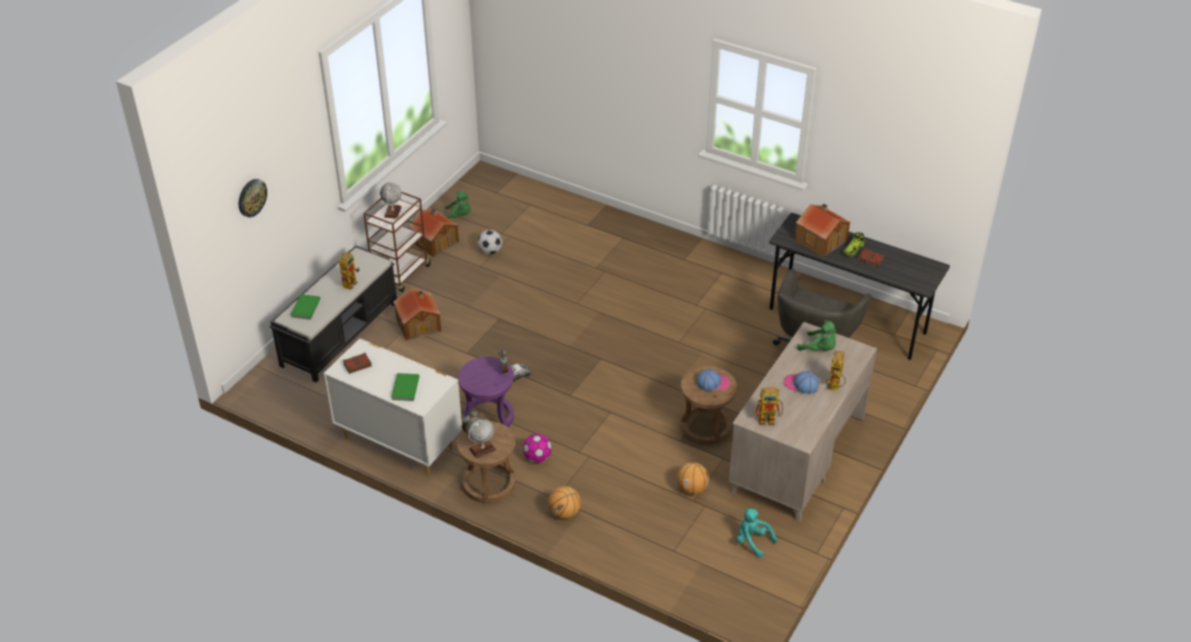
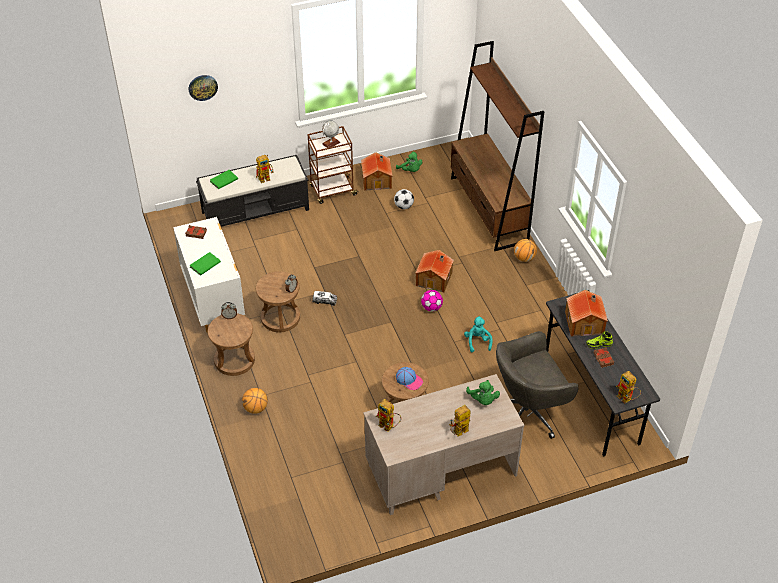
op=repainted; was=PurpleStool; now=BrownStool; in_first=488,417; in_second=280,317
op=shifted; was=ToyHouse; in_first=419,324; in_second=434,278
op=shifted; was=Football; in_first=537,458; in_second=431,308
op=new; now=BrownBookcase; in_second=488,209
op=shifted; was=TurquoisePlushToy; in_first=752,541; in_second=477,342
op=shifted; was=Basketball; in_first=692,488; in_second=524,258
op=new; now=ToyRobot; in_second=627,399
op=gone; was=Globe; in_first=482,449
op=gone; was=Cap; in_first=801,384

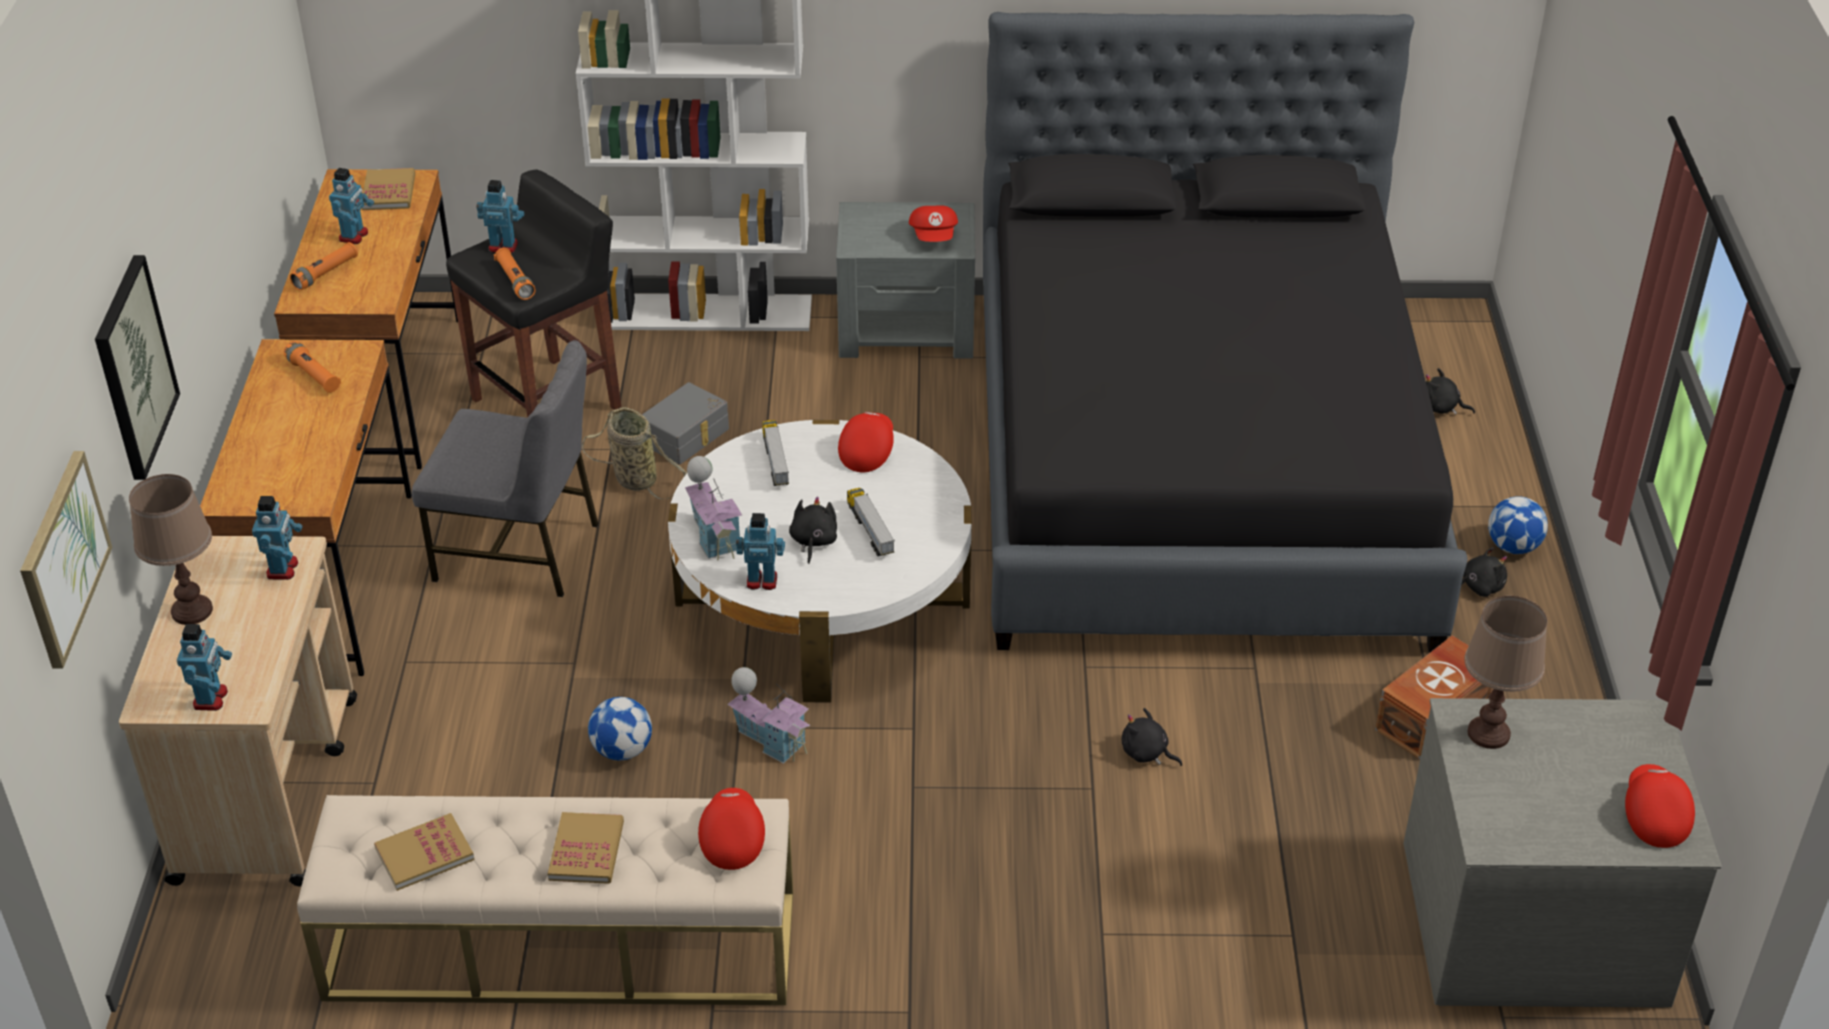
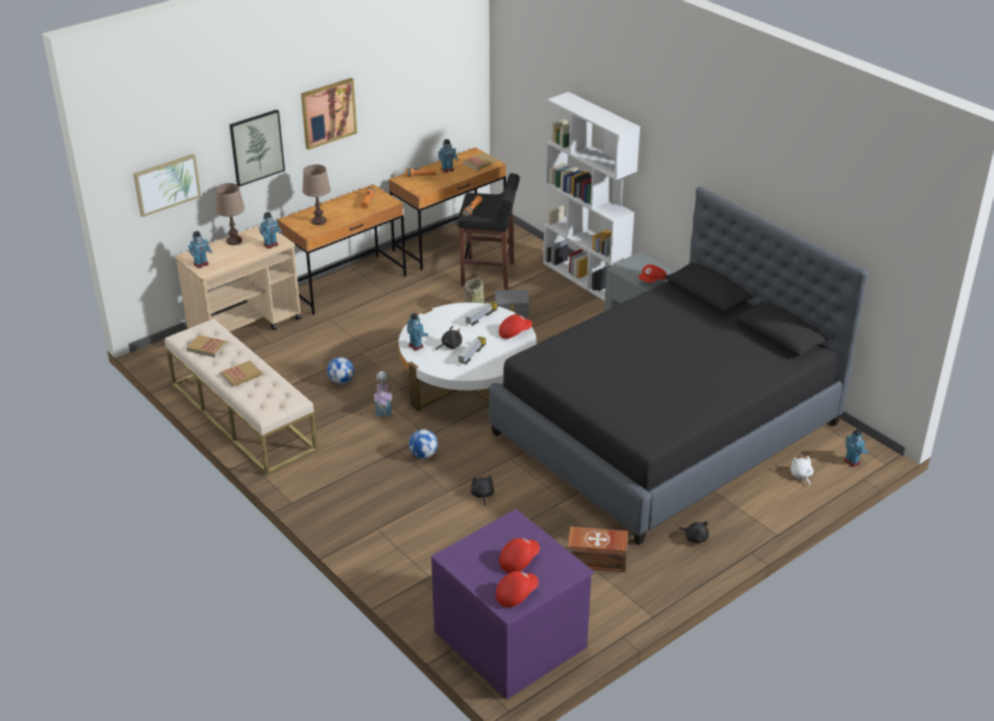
op=new; now=Picture; in_second=328,113
op=shifted; was=BrownTableLamp; in_first=1489,734; in_second=319,221
op=shifted; was=Football; in_first=1512,546; in_second=423,455
op=repainted; was=GreyDresser; now=PurpleDresser; in_first=1532,918; in_second=512,637
op=shifted; was=RedCap; in_first=731,838; in_second=518,560
op=repainted; was=BlackPlushToy; now=WhitePlushToy; in_first=1441,407; in_second=801,476
op=shifted; was=ToyRobot; in_first=503,246; in_second=852,461
op=gone; was=GreyChair; in_first=520,551
op=gone; was=ToyHouse; in_first=714,536

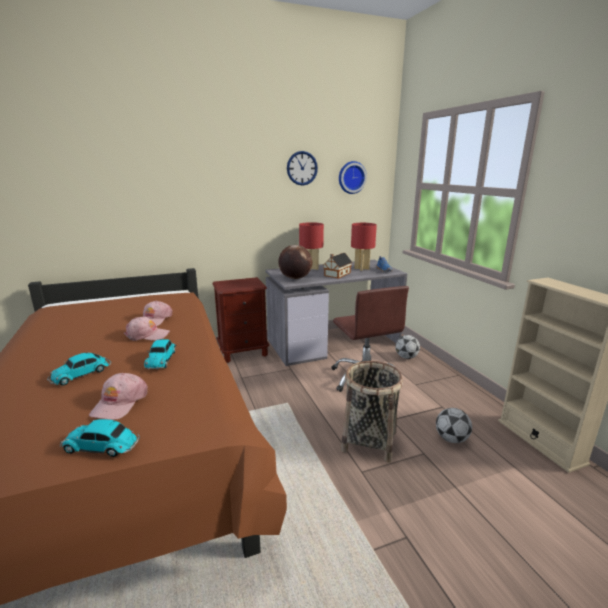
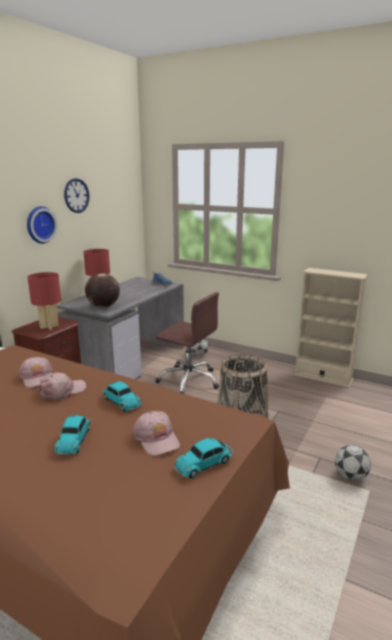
op=shifted; was=WallClock; in_first=351,177; in_second=39,224
op=shifted; was=RedTableLamp; in_first=362,268; in_second=49,327
op=shifted; was=Football; in_first=451,439; in_second=350,476
op=gone; was=ToyHouse; in_first=336,274

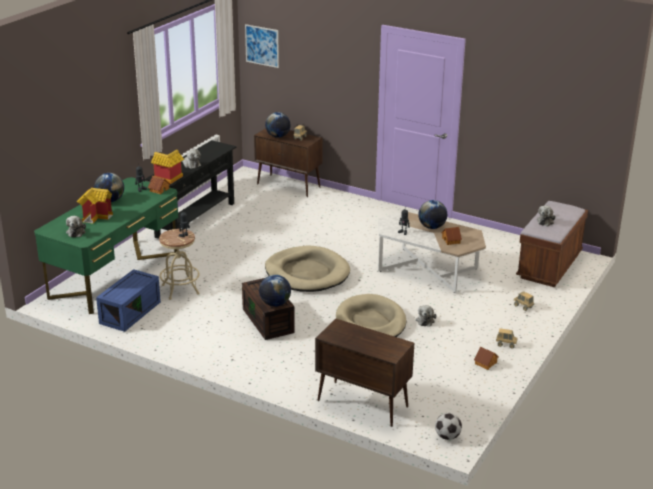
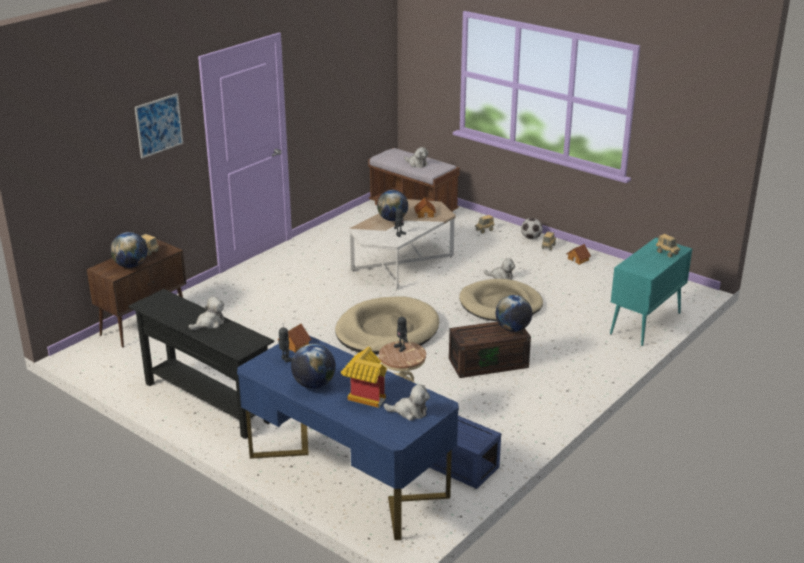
op=shifted; was=Picture; in_first=262,46; in_second=159,125
op=repainted; was=GreenDesk; now=BlueDesk; in_first=115,275; in_second=347,475
op=shifted; was=Football; in_first=447,437; in_second=531,238
op=repainted; was=BrownCabinet; now=TurquoiseCabinet; in_first=361,403; in_second=645,324
op=new; now=ToyTruck; in_second=667,253
op=gone; was=ToyHouse; in_first=168,179

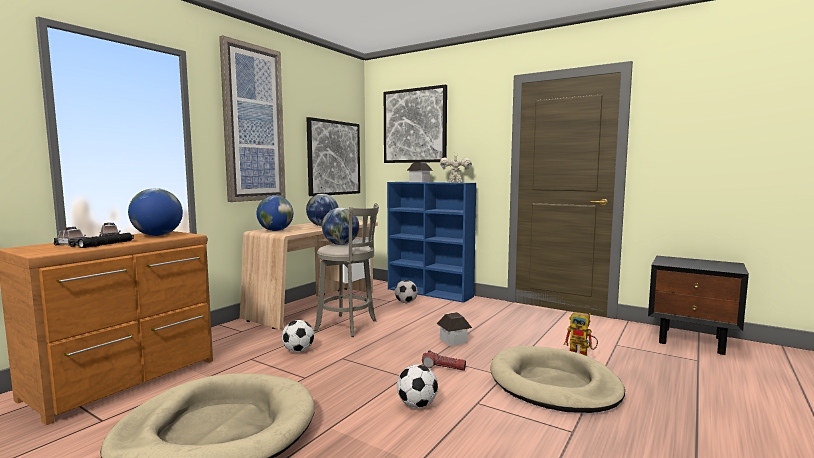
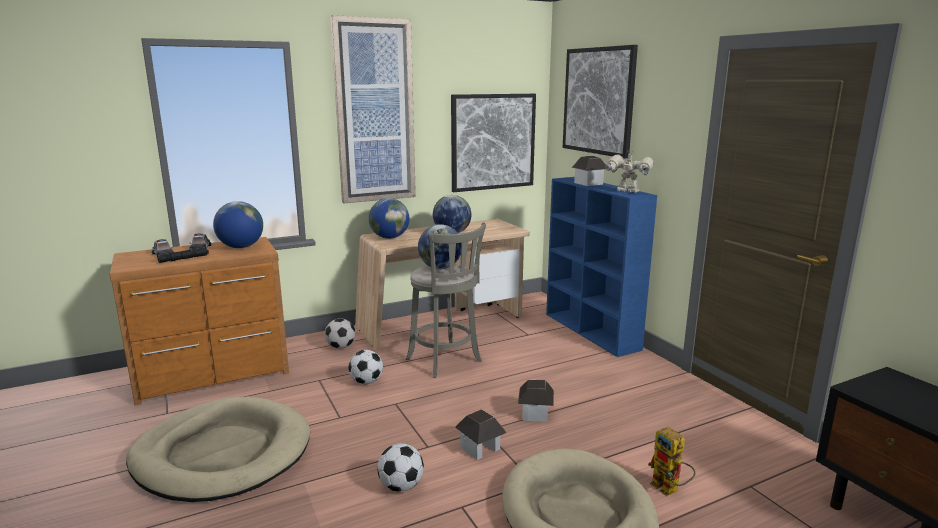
op=shifted; was=Football; in_first=406,302; in_second=341,347
op=swapped; was=Flashlight; now=ToyHouse; in_first=443,367; in_second=480,448

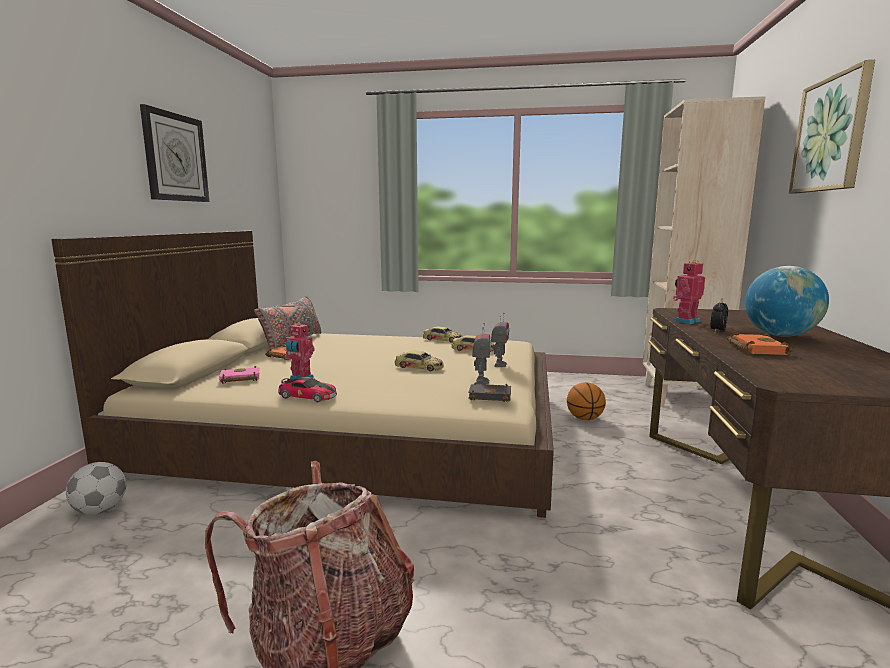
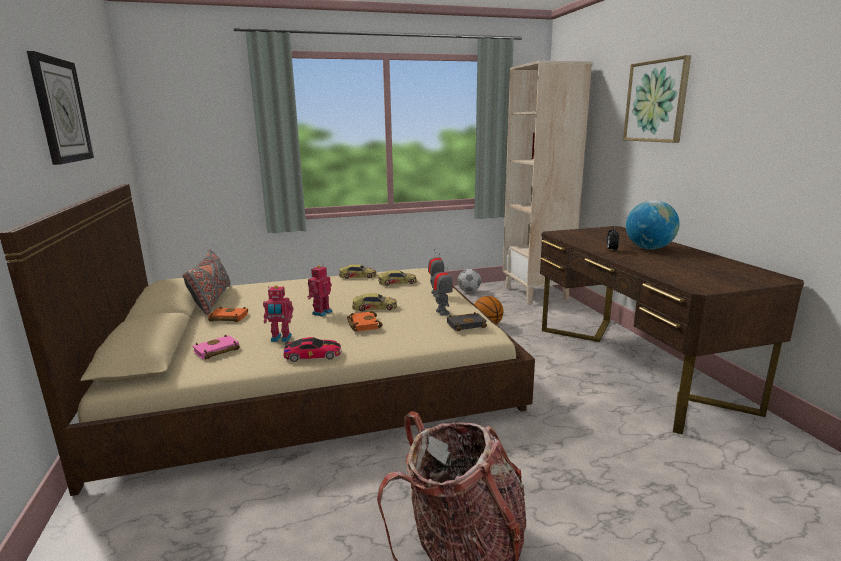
op=shifted; was=ToyRobot; in_first=685,321; in_second=321,312
op=shifted; was=OrangeBook; in_first=754,349; in_second=362,324
op=shifted; was=Football; in_first=100,510; in_second=469,291

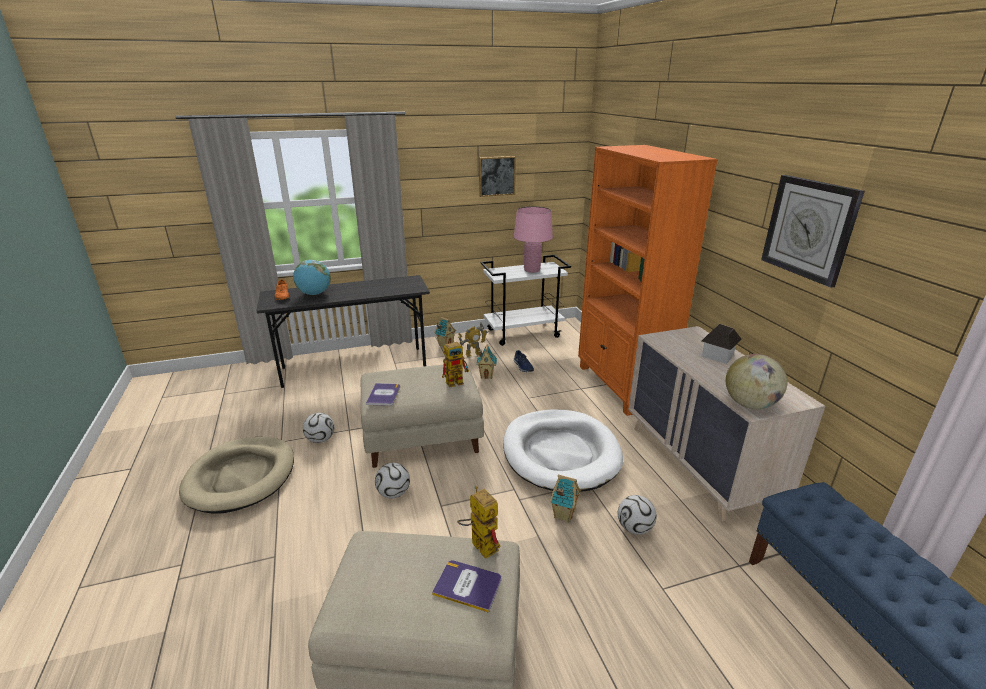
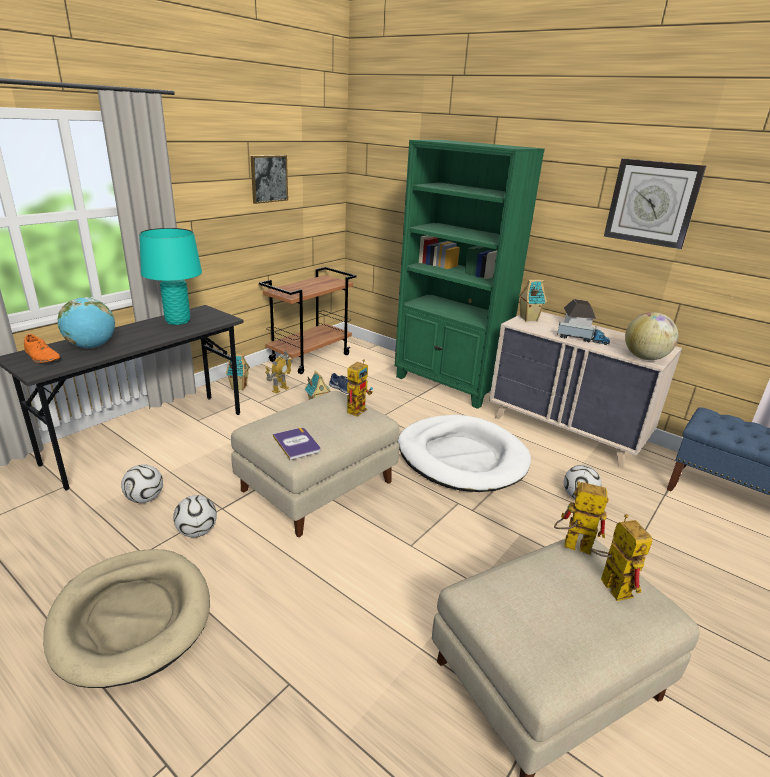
op=shifted; was=Football; in_first=393,493; in_second=145,498
op=new; now=TurquoiseTableLamp; in_second=177,321
op=repainted; was=WhiteCart; now=BrownCart; in_first=523,333; in_second=310,357
op=repainted; was=OrangeBookcase; now=GreenBookcase; in_first=621,386; in_second=448,385
op=shifted; was=ToyHouse; in_first=563,514; in_second=528,319
op=new; now=ToyTruck; in_second=582,339
op=swapped; was=Book; now=ToyRobot; in_first=468,586; in_second=609,583
op=gone; was=PinkTableLamp; in_first=532,270

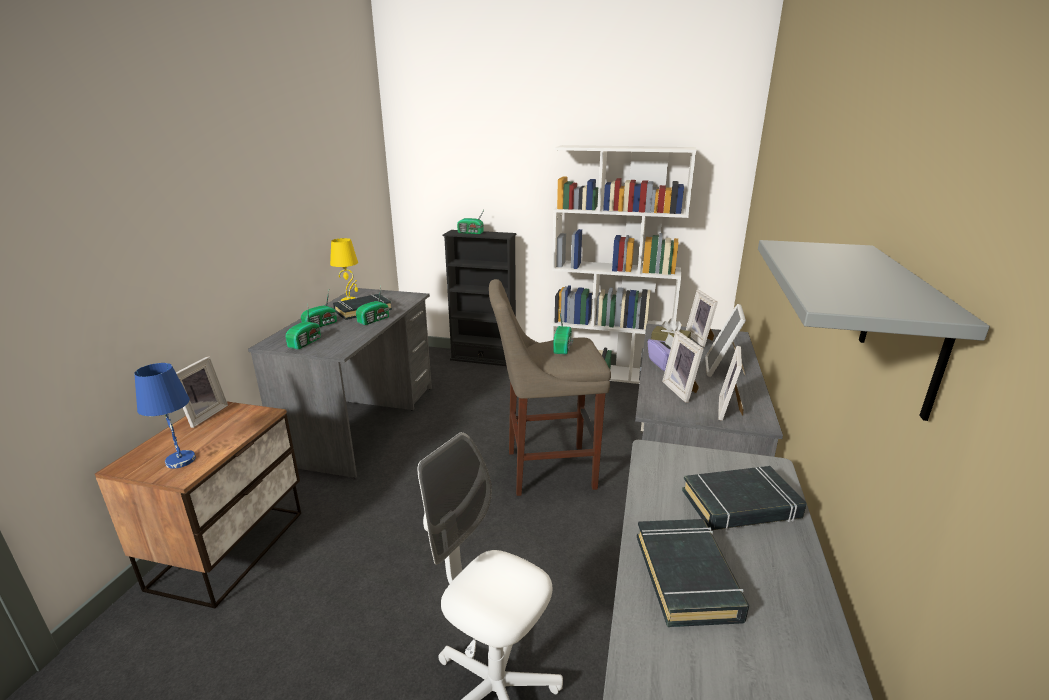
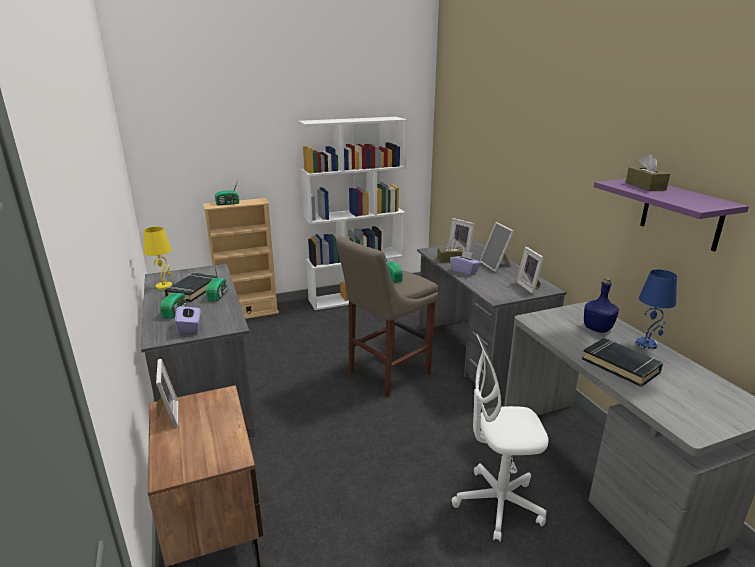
op=swapped; was=Radio; now=PurpleTissueBox; in_first=306,342; in_second=190,328
op=repainted; was=BlackBookcase; now=BeigeBookcase; in_first=483,359; in_second=248,314
op=swapped; was=BlackBook; now=BlueBottle; in_first=741,505; in_second=598,328
op=repainted; was=GreyShelf; now=PurpleShelf; in_first=903,327; in_second=681,214
op=new; now=BrownTissueBox; in_second=645,186
op=shifted; was=BlueTableLamp; in_first=181,460; in_second=647,344
op=gone; was=PictureFrame; in_first=682,391

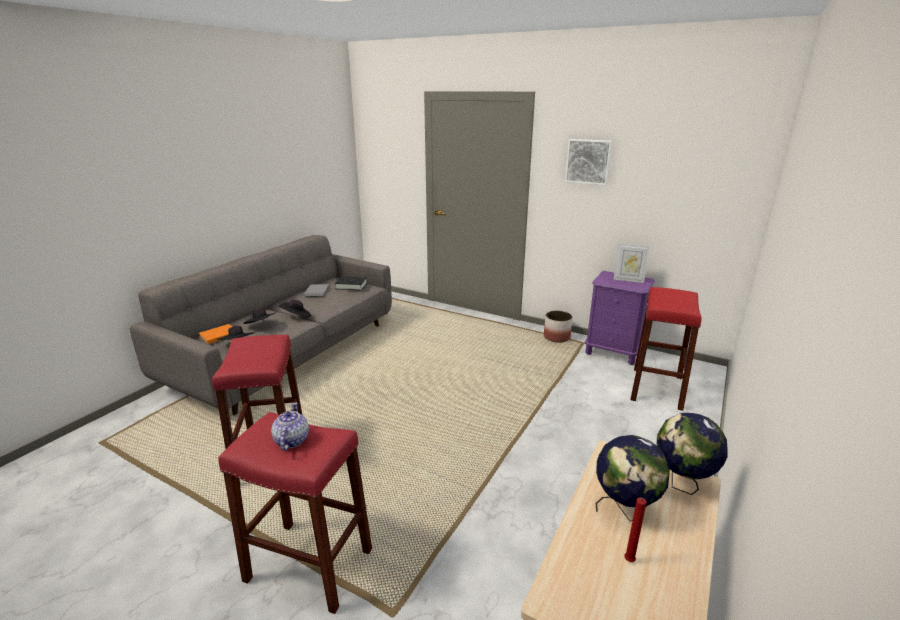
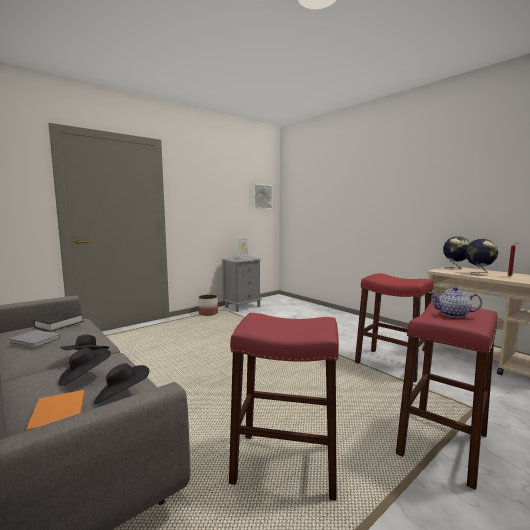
op=repainted; was=PurpleNightstand; now=GreyNightstand; in_first=613,352; in_second=242,306
op=shifted; was=Picture; in_first=588,161; in_second=261,196
op=shifted; was=RedStool; in_first=656,388; in_second=391,364

